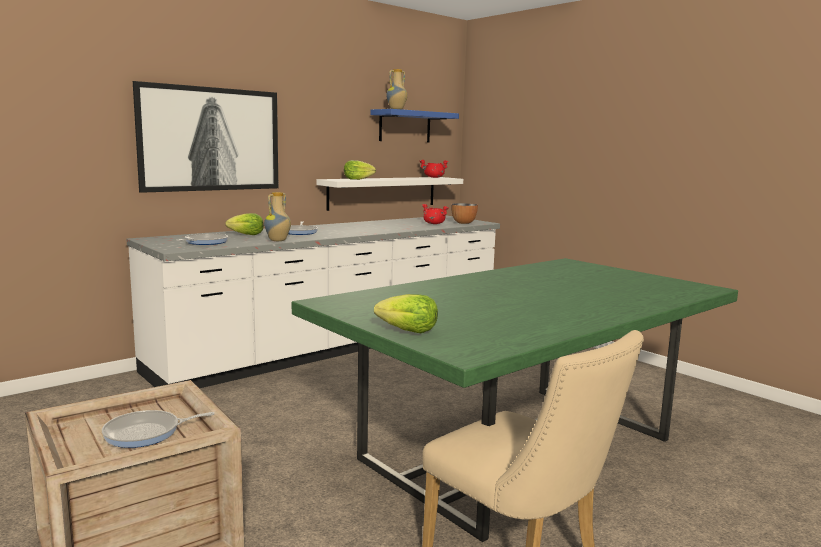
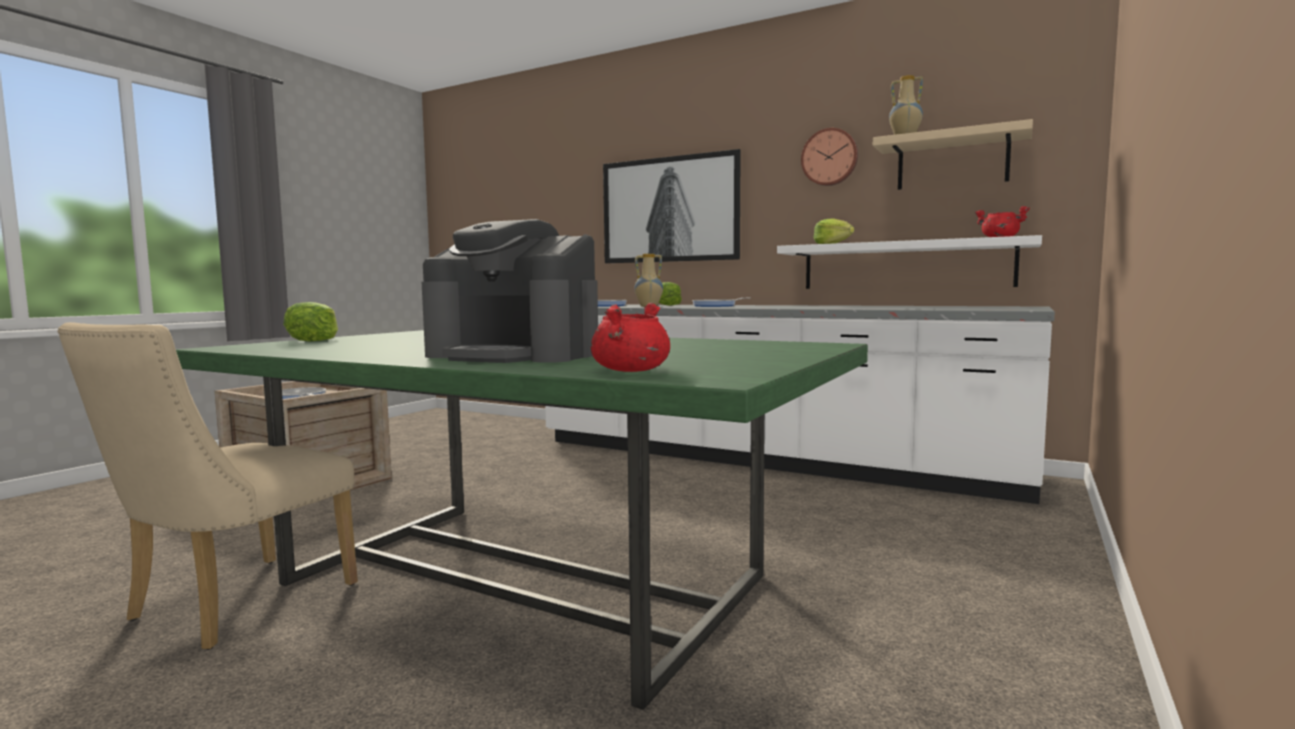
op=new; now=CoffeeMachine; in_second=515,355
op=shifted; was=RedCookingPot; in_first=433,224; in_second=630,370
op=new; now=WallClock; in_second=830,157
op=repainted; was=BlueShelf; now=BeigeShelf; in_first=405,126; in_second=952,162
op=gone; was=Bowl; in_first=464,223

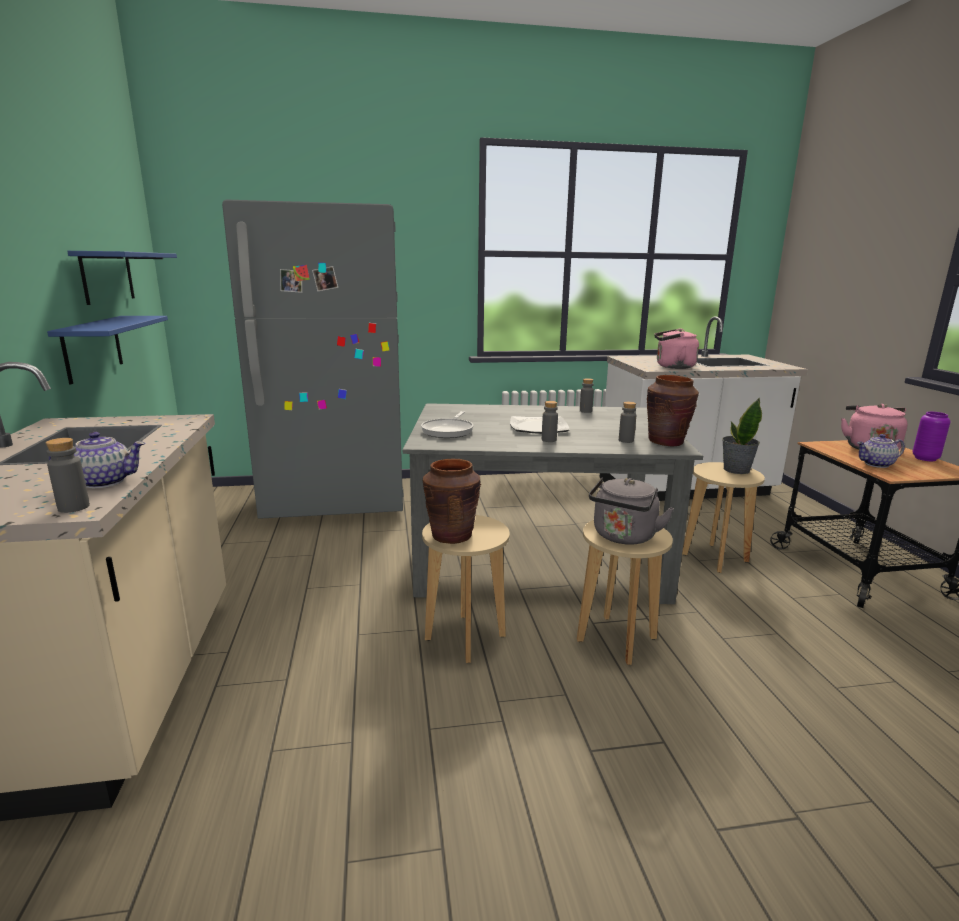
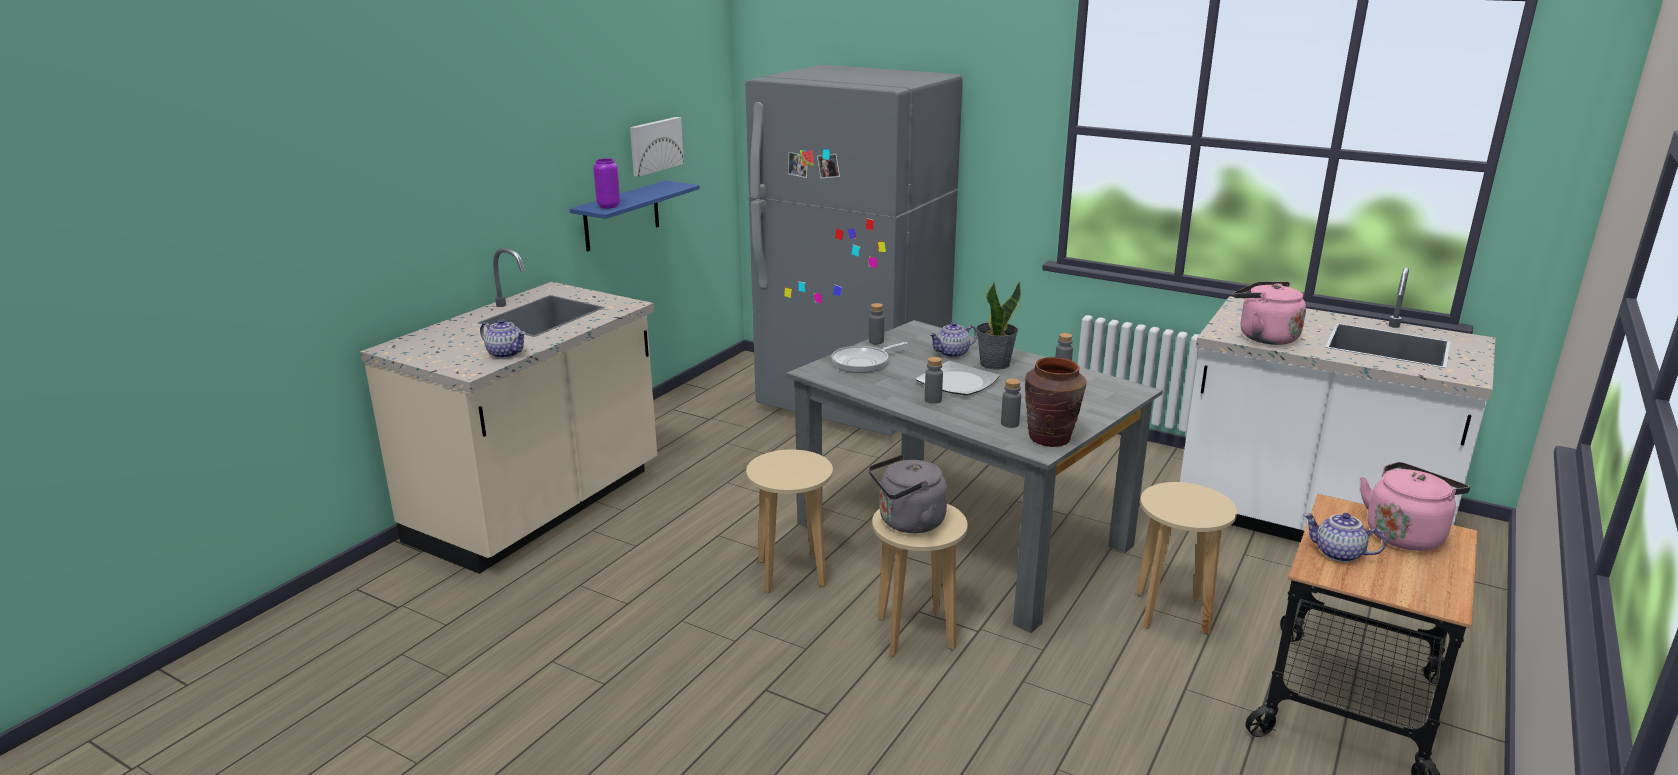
op=shifted; was=PurpleVase; in_first=925,458; in_second=608,206
op=swapped; was=BlueShelf; now=Picture; in_first=107,276; in_second=655,145
op=shifted; was=GreyBottle; in_first=74,507; in_second=876,341
op=new; now=Teapot; in_second=953,353
op=shifted; was=PottedPlant; in_first=735,470; in_second=994,364
op=gone; was=BrownVase; in_first=451,536

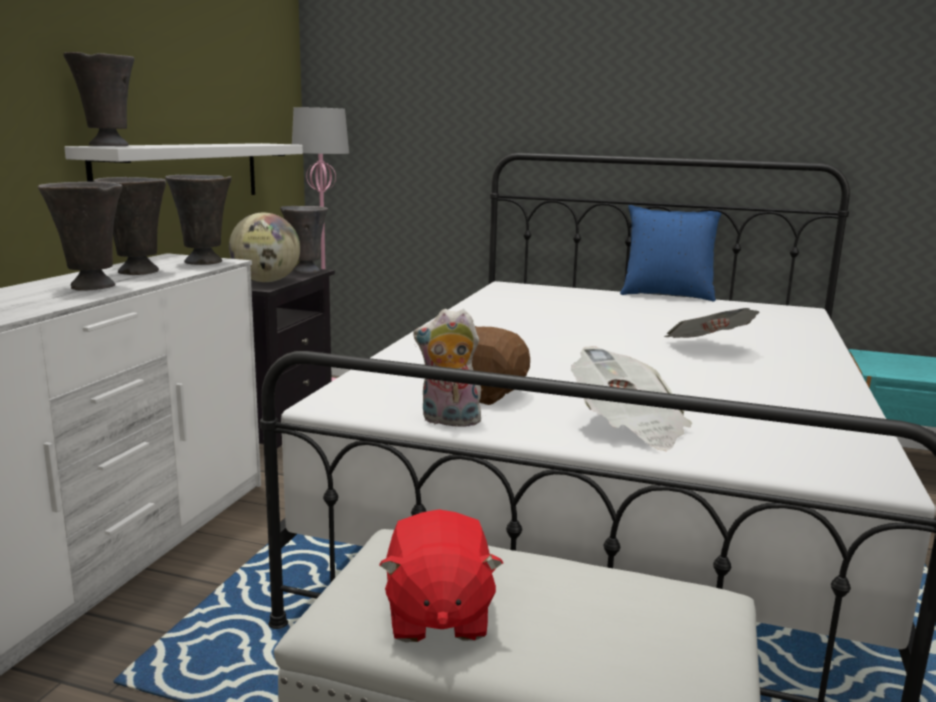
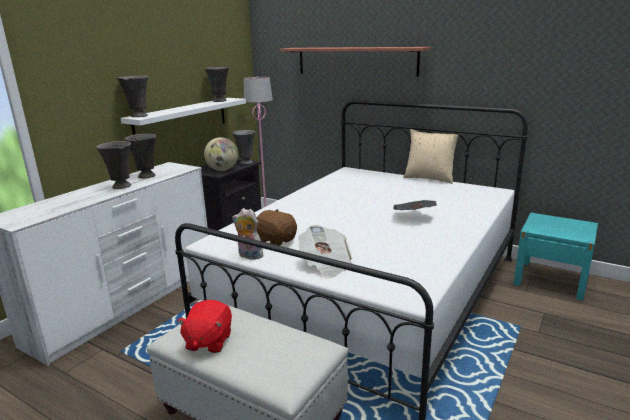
op=shifted; was=GreyVase; in_first=204,262; in_second=220,101
op=new; now=Shelf; in_second=356,61
op=repainted; was=BluePillow; now=BeigePillow; in_first=667,295; in_second=429,178

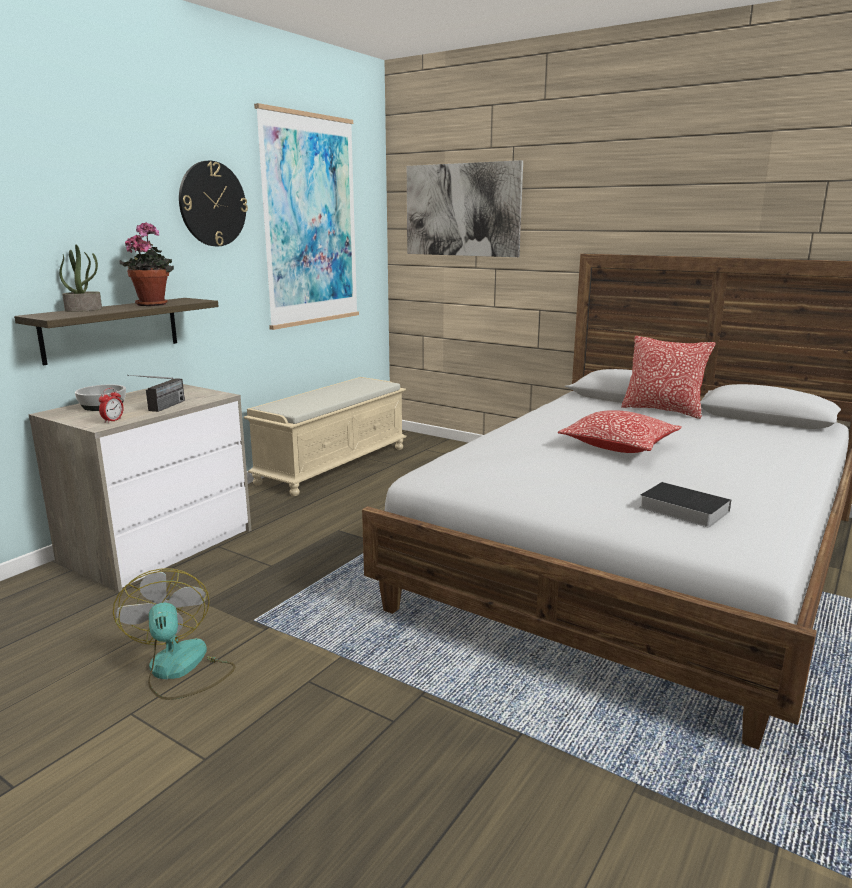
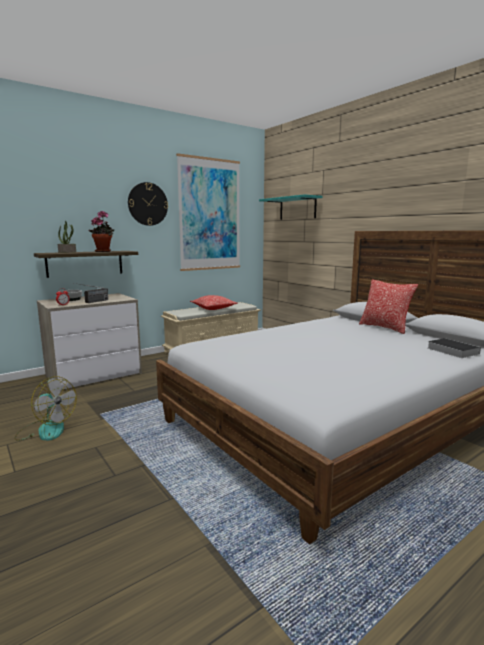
op=rotated; was=Fan; in_first=180,669; in_second=46,429; clockwise=120
op=shifted; was=Pillow; in_first=618,446; in_second=213,308
op=swapped; was=Picture; now=TurquoiseShelf; in_first=462,210; in_second=297,208
op=shifted; was=Book; in_first=680,509; in_second=451,350

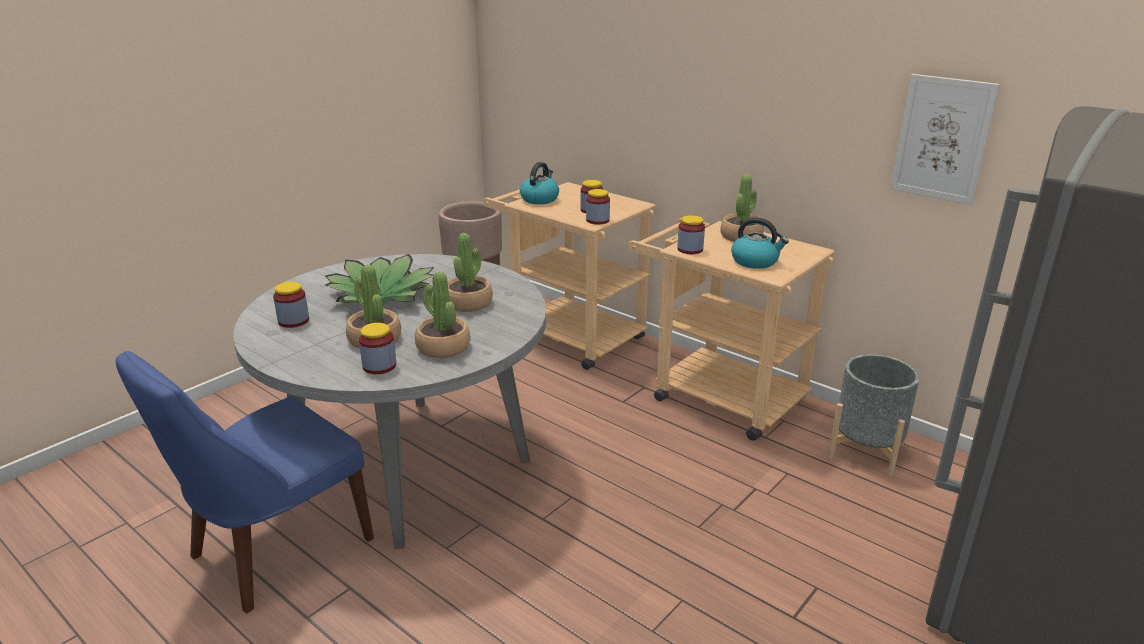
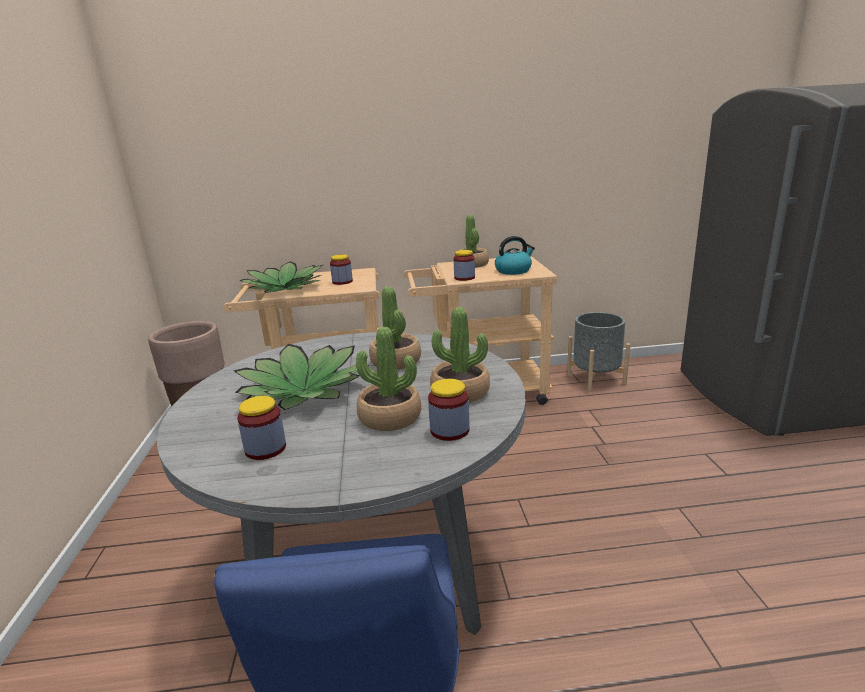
op=swapped; was=Kettle; now=PottedPlant; in_first=539,199; in_second=285,288
op=gone; was=Jar; in_first=597,220
op=gone; was=Picture; in_first=942,139

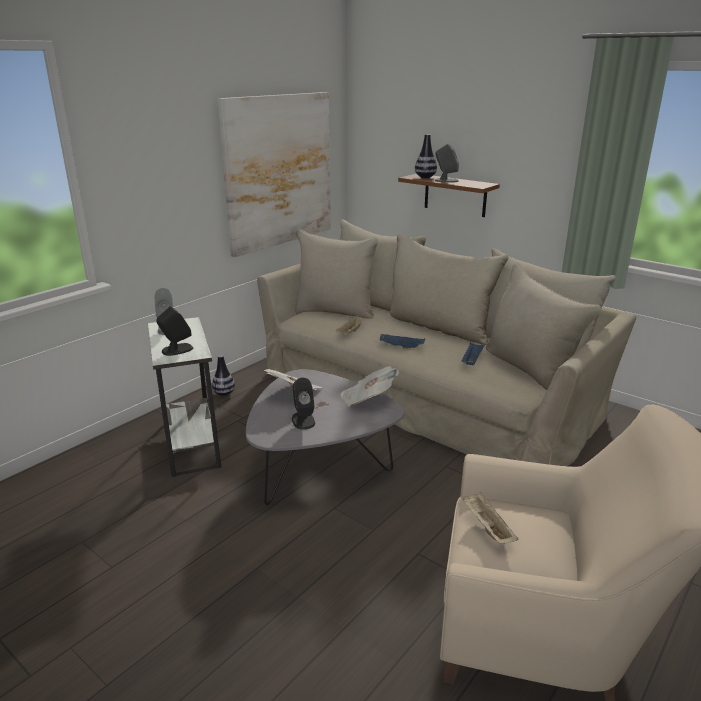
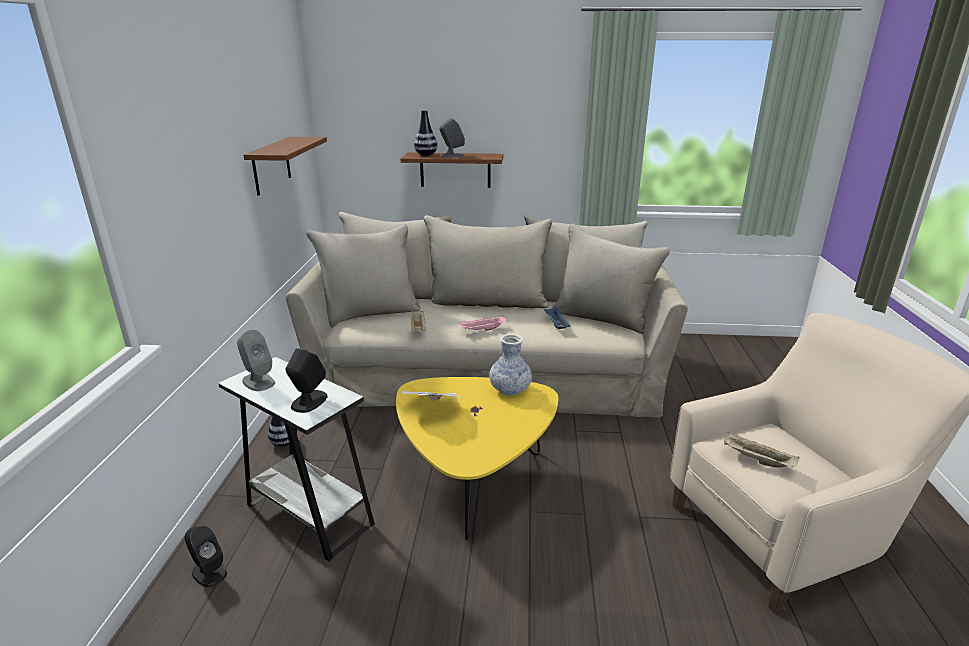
op=shifted; was=BlackSpeaker; in_first=303,420; in_second=209,572
op=swapped; was=Picture; now=BrownShelf; in_first=279,171; in_second=271,165
op=repainted; was=GreyCoffeeTable; now=YellowCoffeeTable; in_first=319,468; in_second=474,480
op=repainted; was=BlueTray; now=PinkTray; in_first=400,347; in_second=482,330
op=swapped; was=Newspaper; now=Vase; in_first=367,399; in_second=510,389

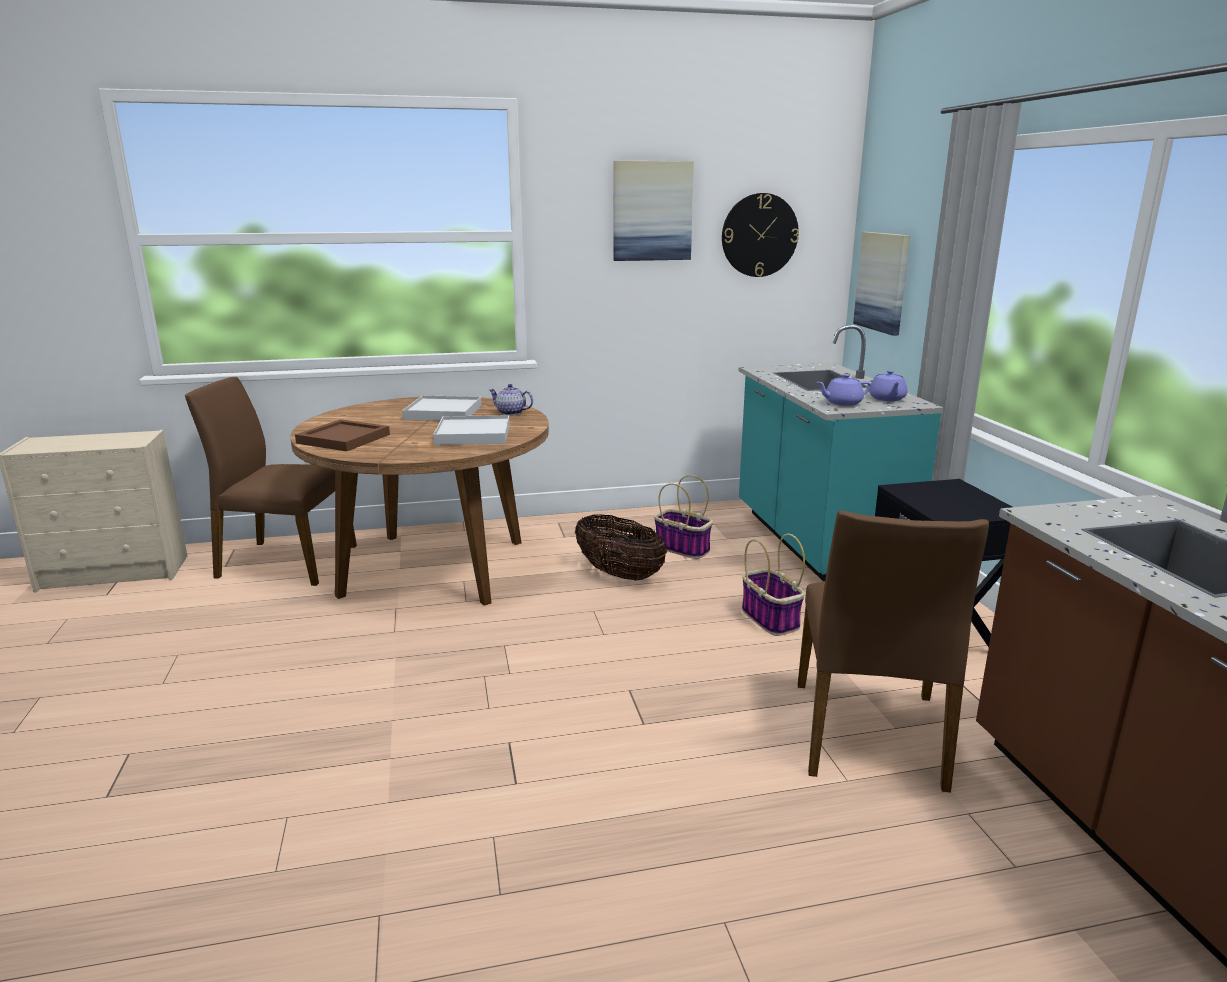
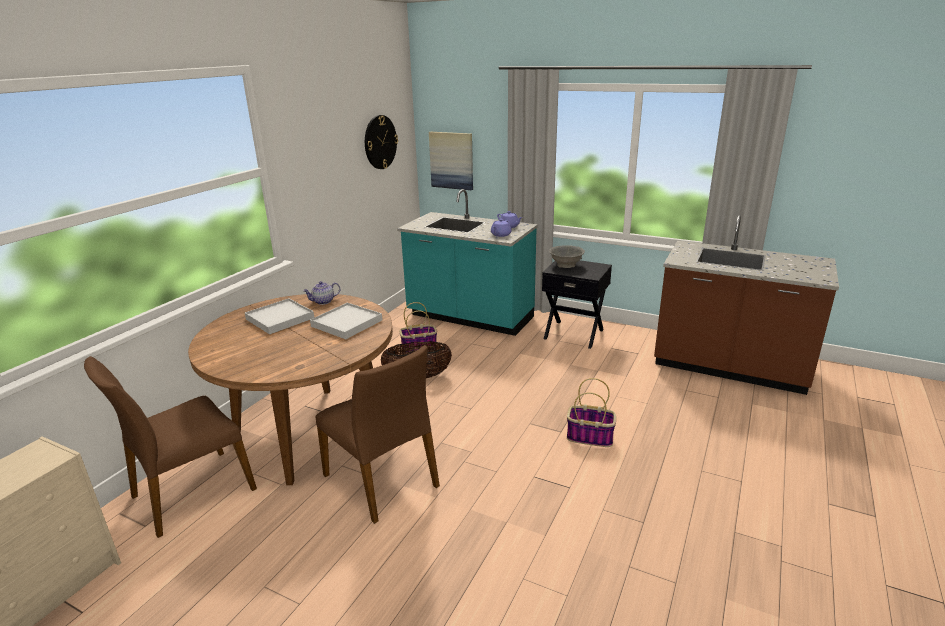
op=shifted; was=BrownChair; in_first=869,734; in_second=383,480
op=new; now=GreyBowl; in_second=566,265
op=shifted; was=Basket; in_first=771,619; in_second=590,437
op=gone; was=BrownTray; in_first=342,439
op=gone; was=Picture; in_first=652,211

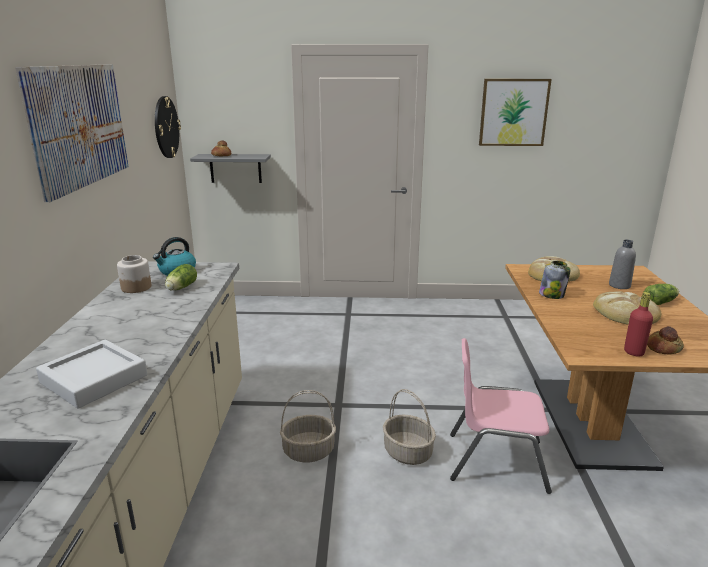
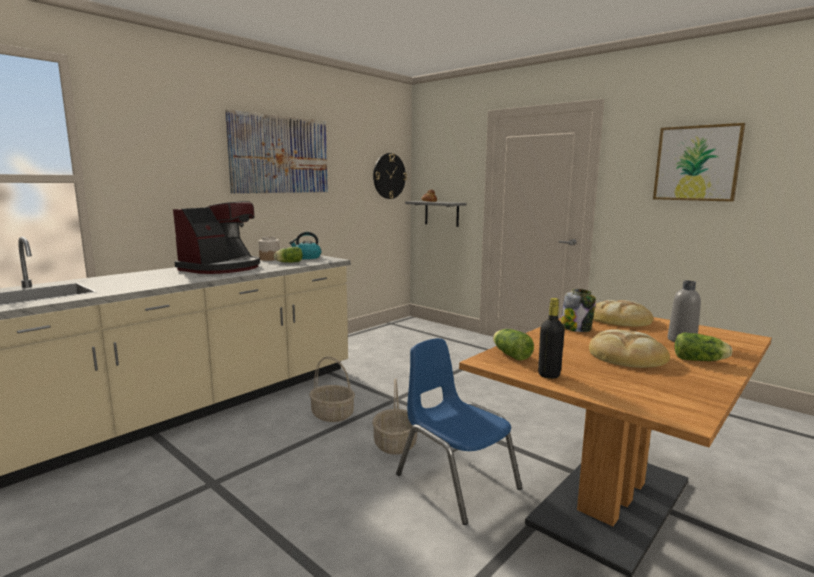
op=new; now=CoffeeMachine; in_second=221,268
op=repainted; was=PinkChair; now=BlueChair; in_first=496,461; in_second=456,482
op=new; now=Lettuce; in_second=510,354
op=repainted; was=RedBottle; now=BlackBottle; in_first=633,352; in_second=549,375
op=gone; was=GreyTray; in_first=94,379
op=gone; was=Bread; in_first=663,348

